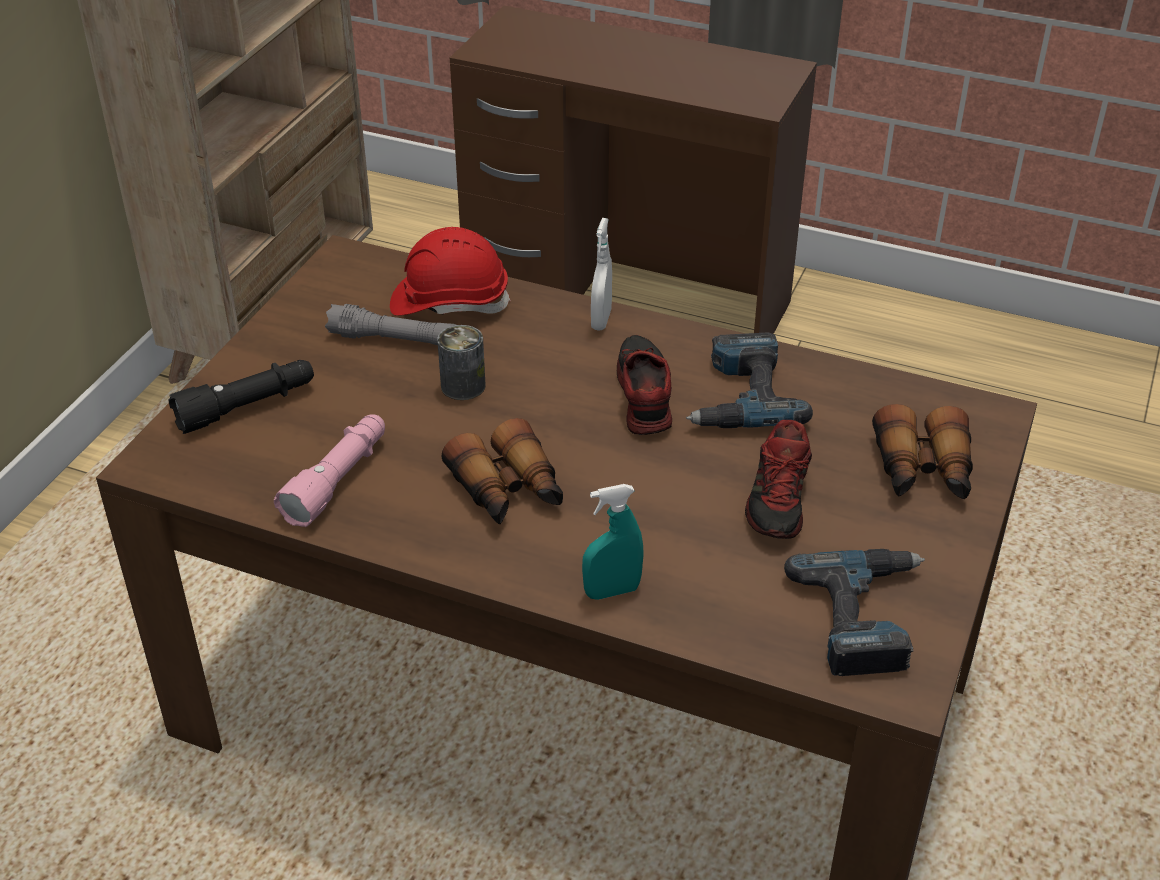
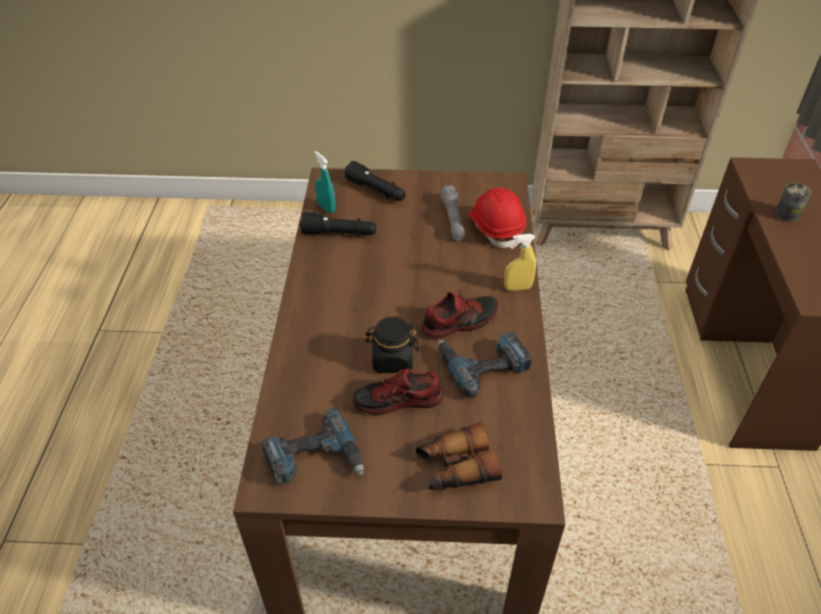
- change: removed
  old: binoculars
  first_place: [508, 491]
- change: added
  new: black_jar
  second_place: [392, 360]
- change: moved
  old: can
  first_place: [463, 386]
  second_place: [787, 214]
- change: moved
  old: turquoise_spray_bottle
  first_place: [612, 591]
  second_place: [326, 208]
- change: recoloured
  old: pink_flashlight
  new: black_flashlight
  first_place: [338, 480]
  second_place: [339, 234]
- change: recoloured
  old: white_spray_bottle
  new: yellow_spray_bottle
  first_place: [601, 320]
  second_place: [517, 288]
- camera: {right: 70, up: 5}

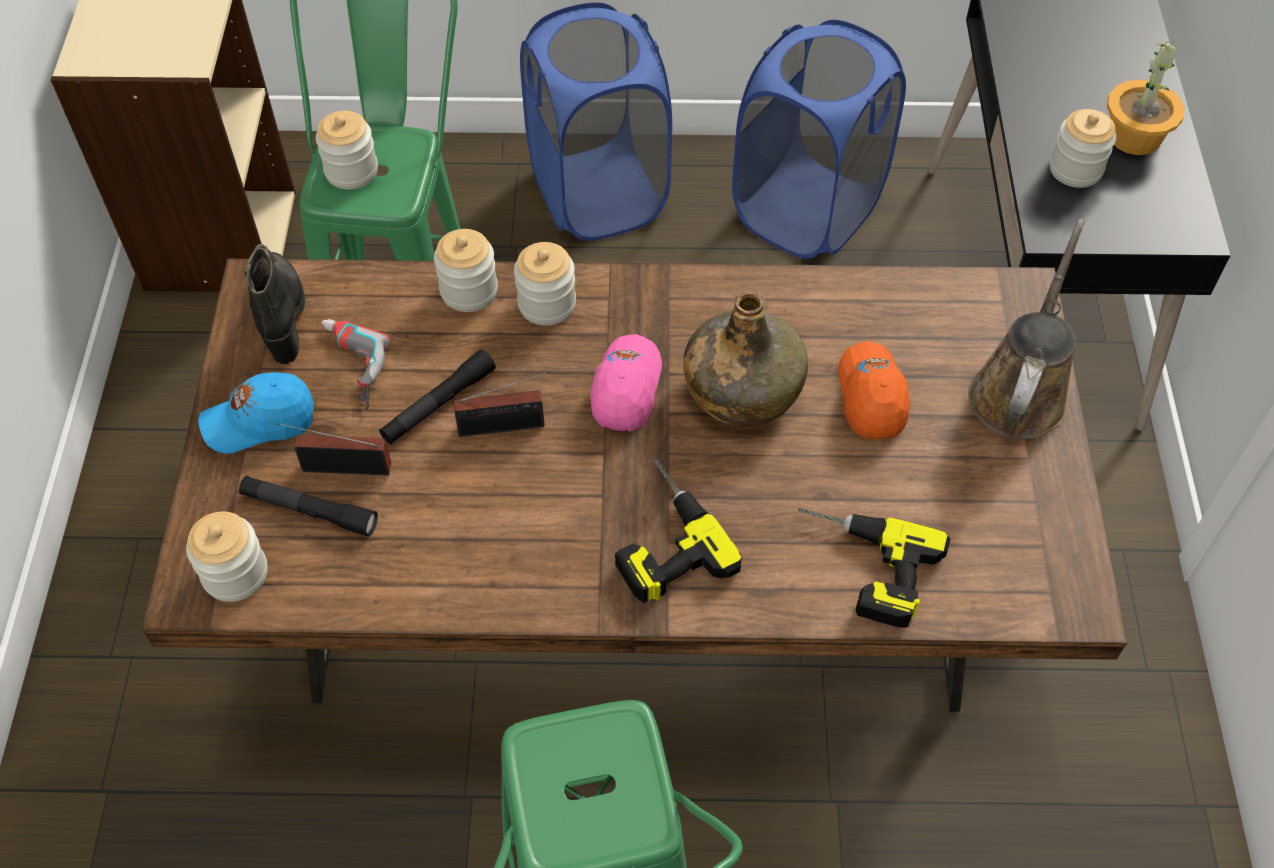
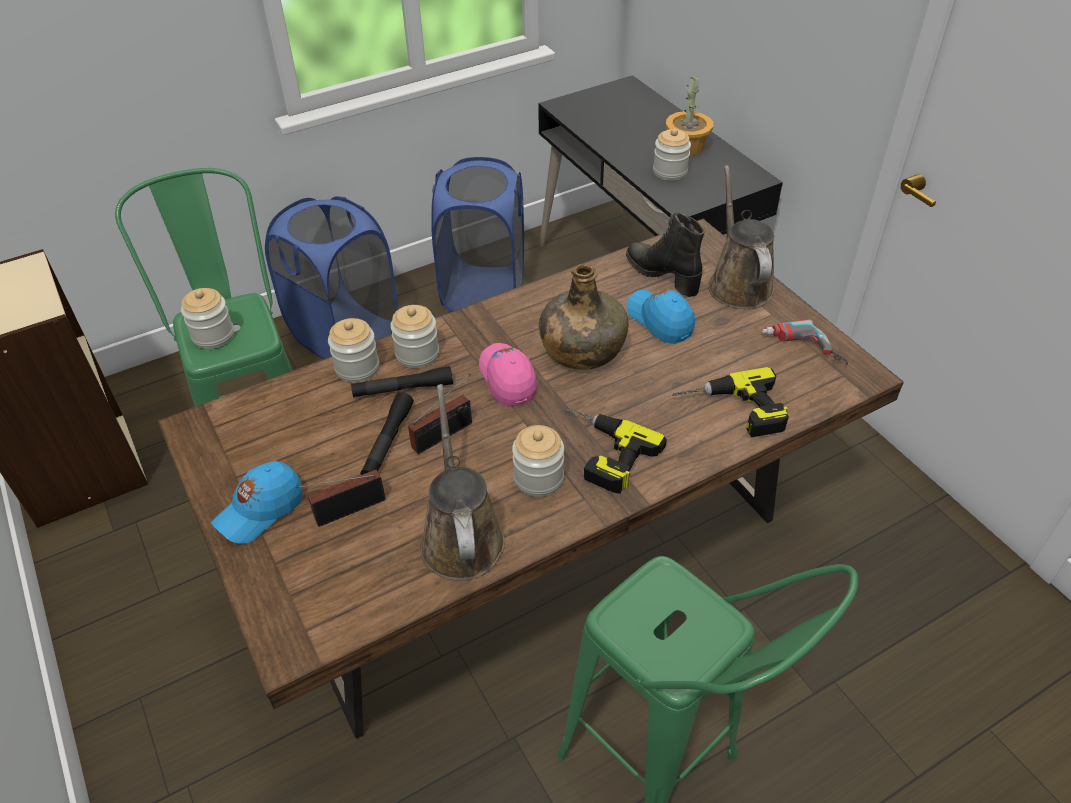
- change: added
  new: brown_watering_can
  second_place: [461, 536]
- change: moved
  old: jar
  first_place: [235, 574]
  second_place: [538, 478]
- change: moved
  old: black_flashlight
  first_place: [309, 511]
  second_place: [403, 389]
- change: moved
  old: black_boot
  first_place: [283, 314]
  second_place: [662, 275]
- change: moved
  old: power_drill
  first_place: [347, 368]
  second_place: [801, 350]
- change: recoloured
  old: orange_cap
  new: blue_cap
  first_place: [872, 396]
  second_place: [660, 320]
- camera: {right: -30, up: -10}

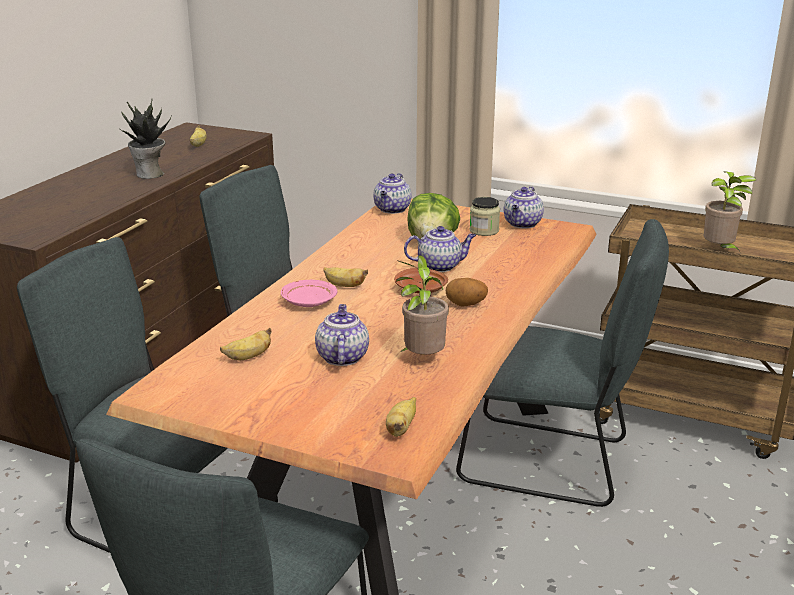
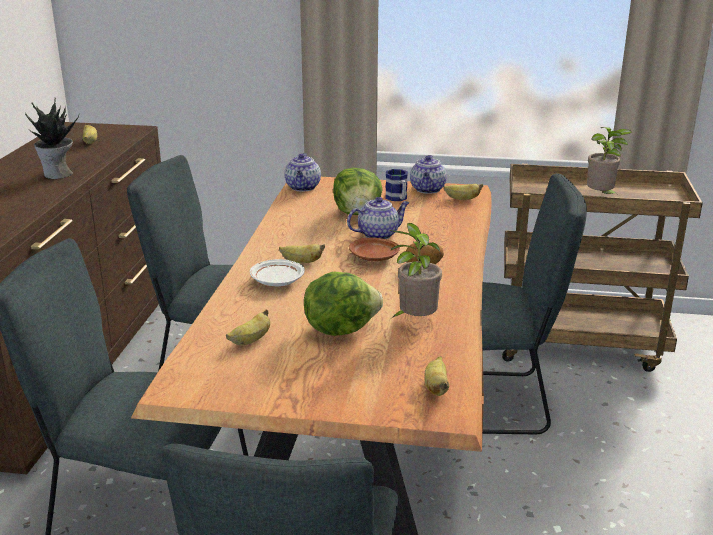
- change: added
  new: banana
  second_place: [462, 199]
- change: replaced
  old: teapot
  new: lettuce
  first_place: [341, 357]
  second_place: [340, 328]
- change: replaced
  old: jar
  new: mug
  first_place: [484, 231]
  second_place: [398, 199]
- change: recoloured
  old: pink_plate
  new: white_plate
  first_place: [308, 302]
  second_place: [276, 281]
- camera: {right: -15, up: 0}

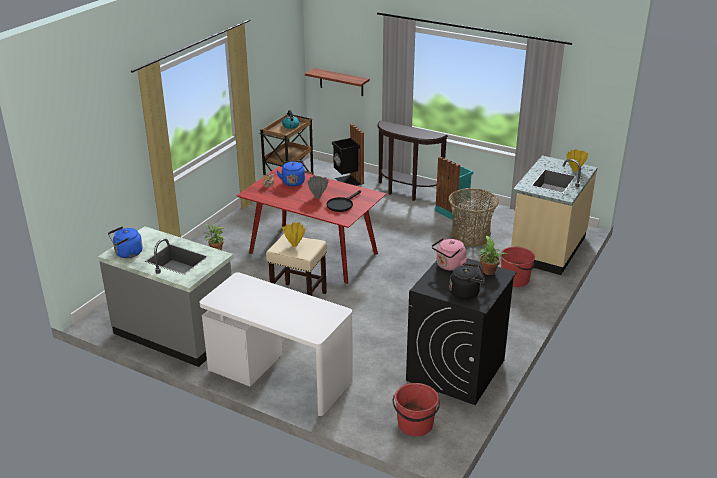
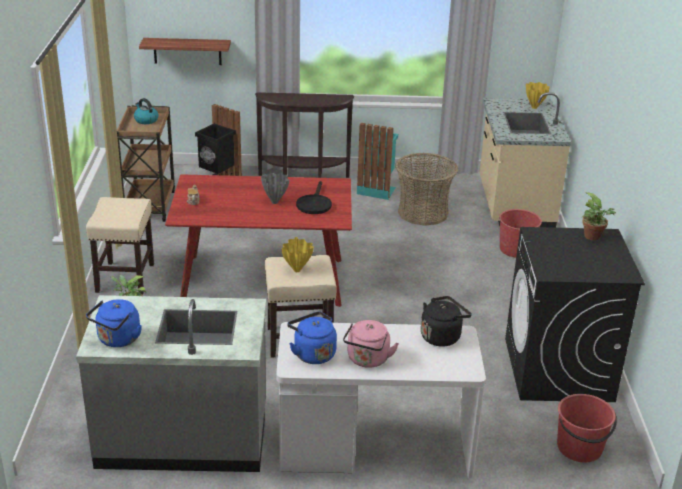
- change: added
  new: beige_stool
  second_place: [125, 277]
- change: moved
  old: blue_kettle
  first_place: [293, 182]
  second_place: [312, 353]
- change: moved
  old: pink_kettle
  first_place: [449, 266]
  second_place: [367, 360]
- change: moved
  old: black_kettle
  first_place: [466, 293]
  second_place: [442, 336]
- camera: {right: -30, up: 0}

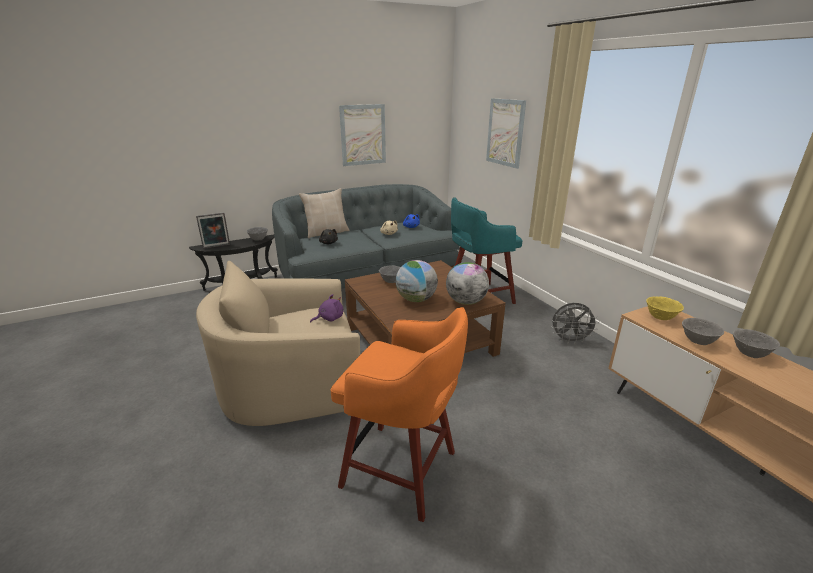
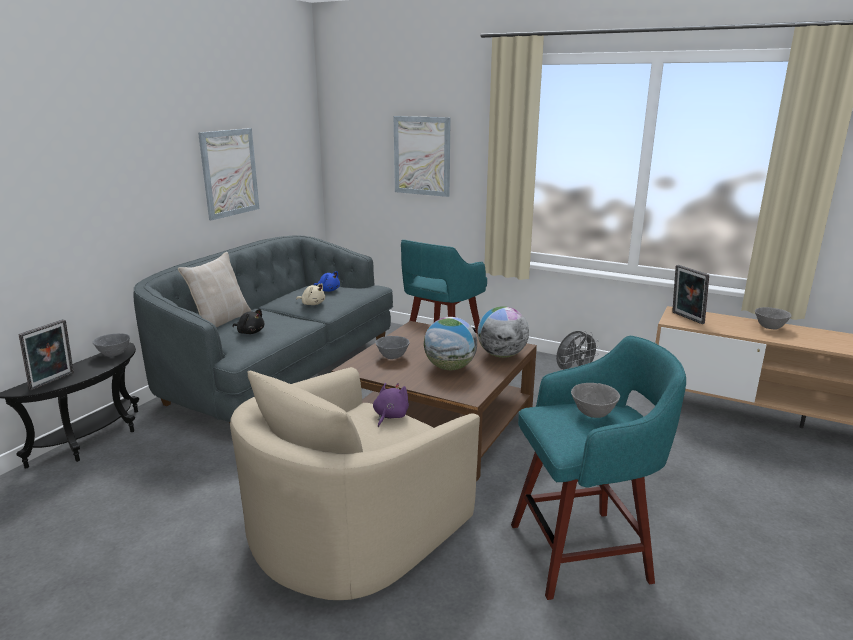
- change: moved
  old: grey_bowl
  first_place: [697, 341]
  second_place: [592, 414]
- change: replaced
  old: yellow_bowl
  new: picture_frame
  first_place: [660, 317]
  second_place: [686, 318]
- change: recoloured
  old: orange_stool
  new: turquoise_stool
  first_place: [402, 470]
  second_place: [583, 552]
- camera: {right: -35, up: -5}

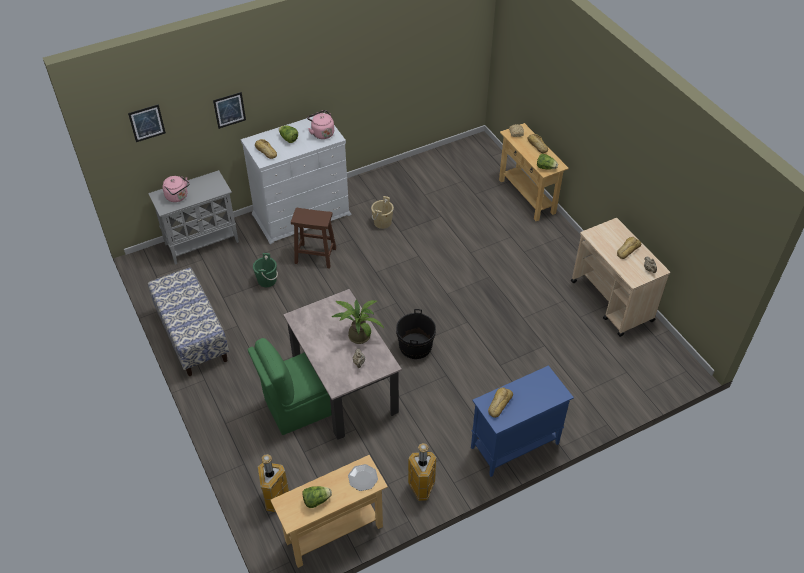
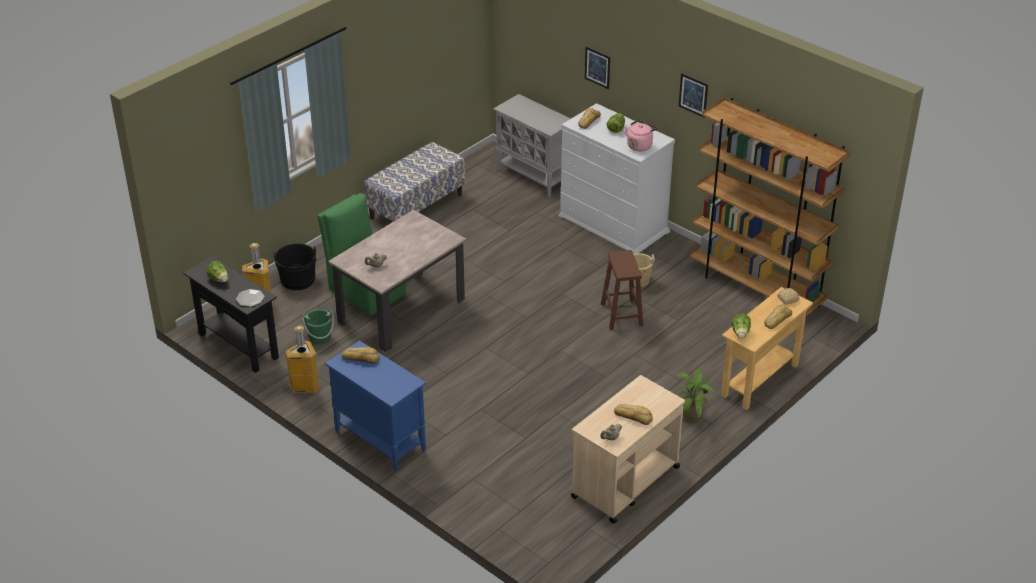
- change: removed
  old: pink_kettle
  first_place: [178, 197]
- change: added
  new: brown_bookcase
  second_place: [755, 289]
- change: moved
  old: picture
  first_place: [147, 123]
  second_place: [693, 95]
- change: moved
  old: green_bucket
  first_place: [267, 280]
  second_place: [320, 337]
- change: moved
  old: brown_stool
  first_place: [316, 255]
  second_place: [622, 315]
- change: moved
  old: potted_plant
  first_place: [357, 334]
  second_place: [691, 412]
- change: moved
  old: black_bucket
  first_place: [415, 346]
  second_place: [298, 280]
- change: recoloured
  old: beige_console_table
  new: black_console_table
  first_place: [334, 533]
  second_place: [238, 346]
- camera: {right: 70, up: -10}

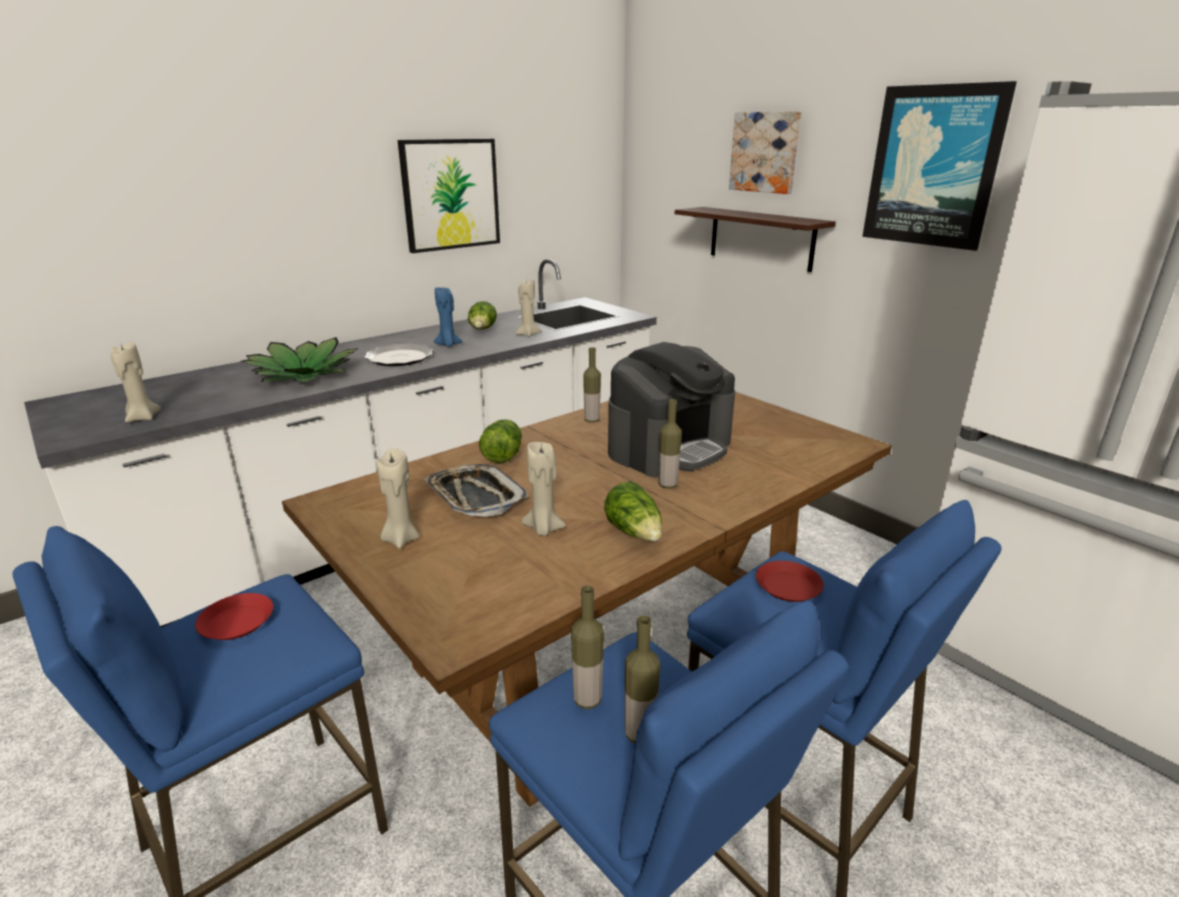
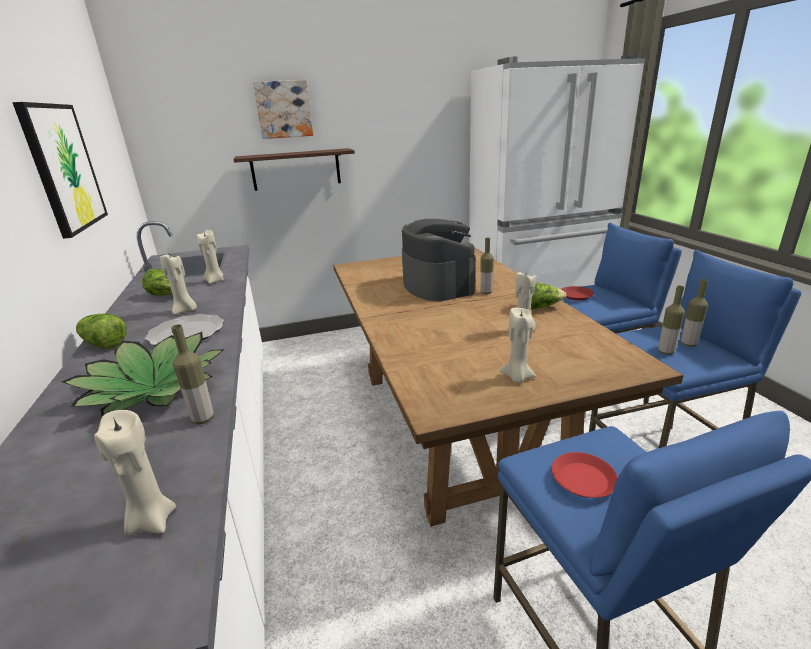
- change: removed
  old: tray
  first_place: [475, 497]
- change: removed
  old: picture
  first_place: [933, 167]
- change: moved
  old: lettuce
  first_place: [502, 454]
  second_place: [104, 344]
- change: moved
  old: bottle
  first_place: [592, 420]
  second_place: [203, 419]
- change: recoloured
  old: blue_candle
  new: beige_candle
  first_place: [448, 345]
  second_place: [185, 311]
- camera: {right: -65, up: 0}

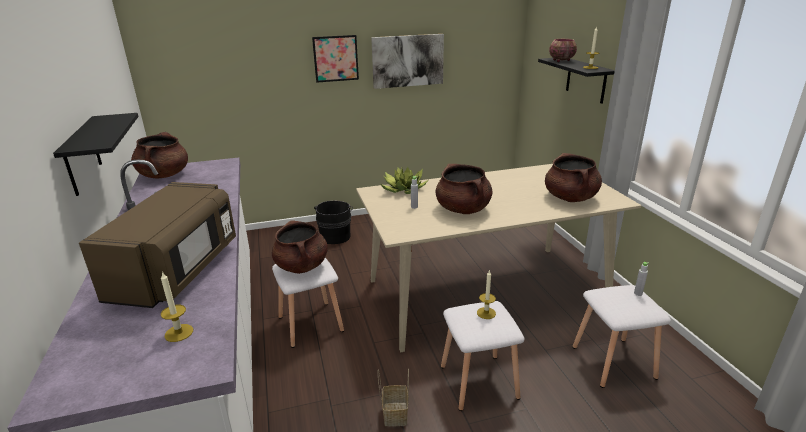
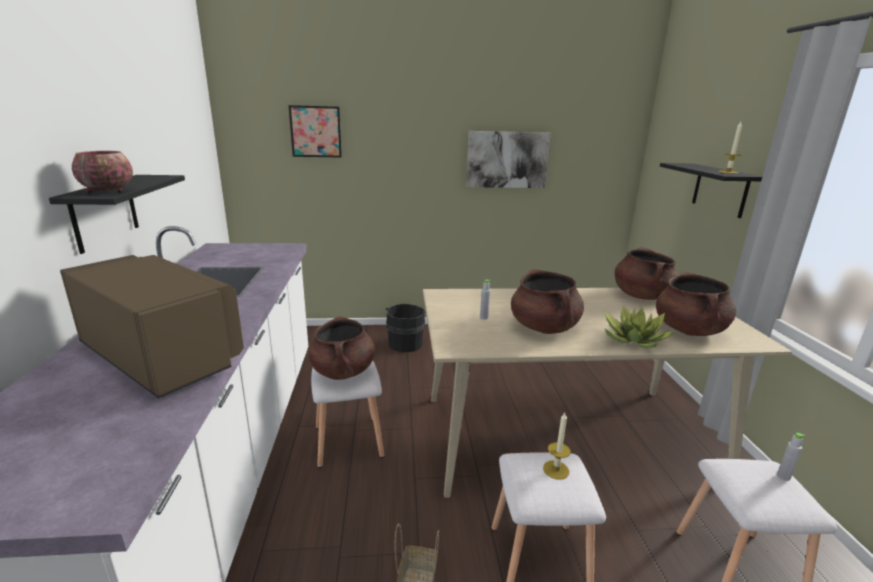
- change: removed
  old: candle
  first_place: [179, 333]
- change: moved
  old: brown_cooking_pot
  first_place: [164, 175]
  second_place: [641, 295]
- change: moved
  old: picture
  first_place: [335, 58]
  second_place: [315, 131]
- change: moved
  old: potted_plant
  first_place: [403, 189]
  second_place: [632, 339]
- change: moved
  old: bowl
  first_place: [560, 61]
  second_place: [107, 191]
- change: turned
  old: brown_microwave
  first_place: [178, 271]
  second_place: [162, 356]
  degrees: -75
- camera: {right: 10, up: -5}

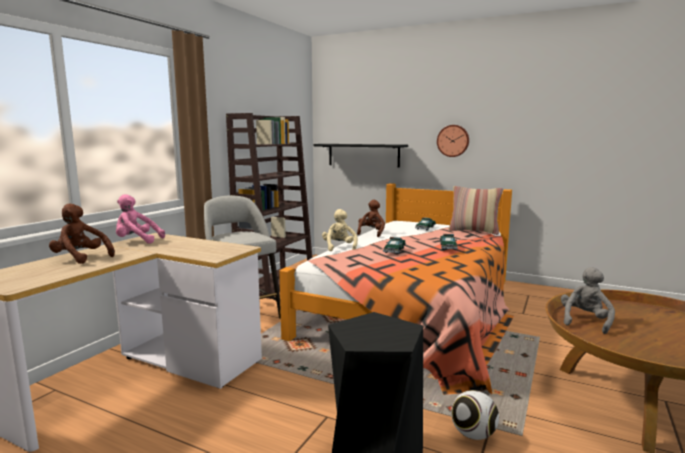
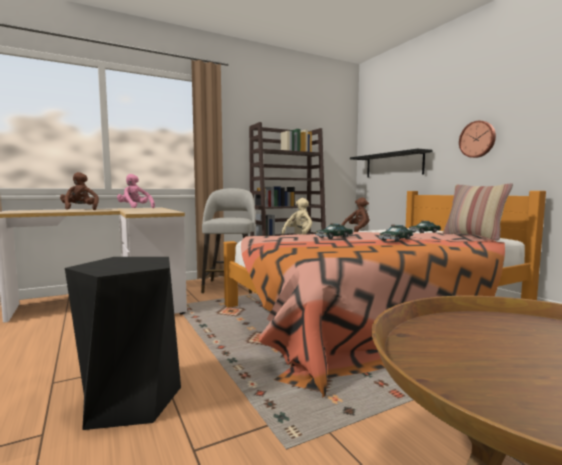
- change: removed
  old: football
  first_place: [473, 435]
- change: removed
  old: grey_plush_toy
  first_place: [585, 321]
- camera: {right: 35, up: -5}

